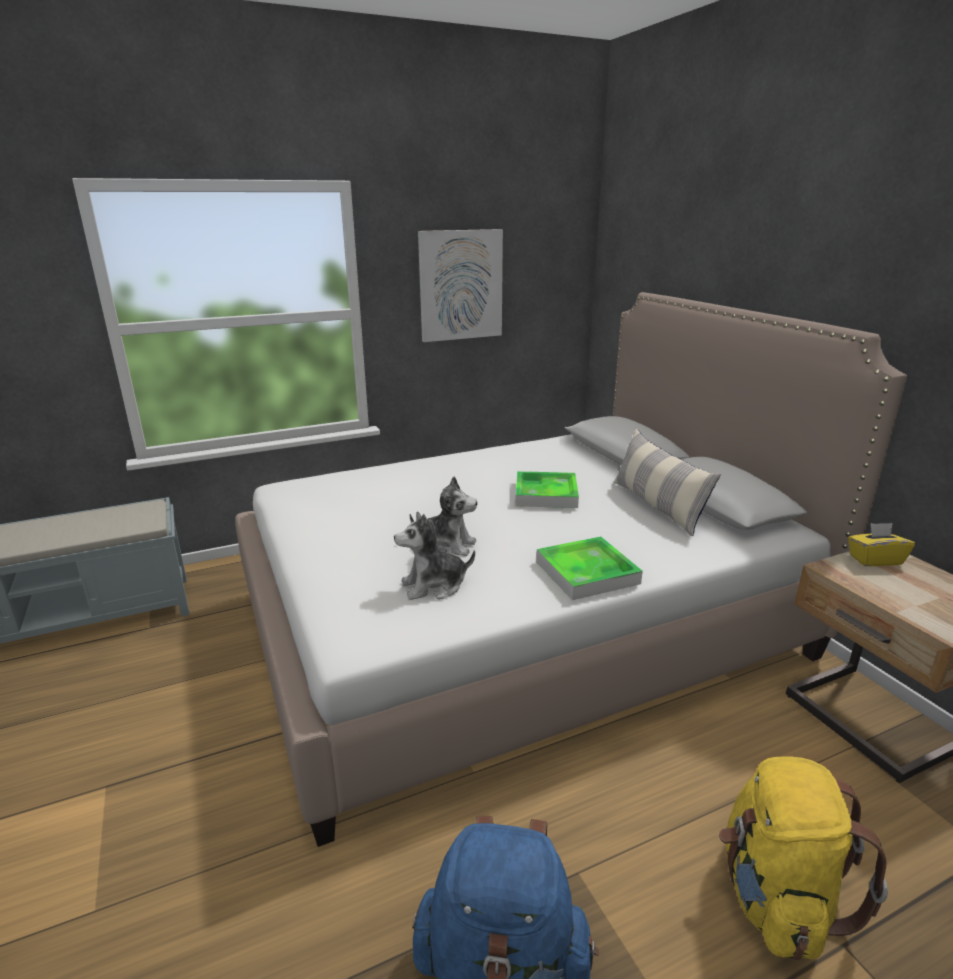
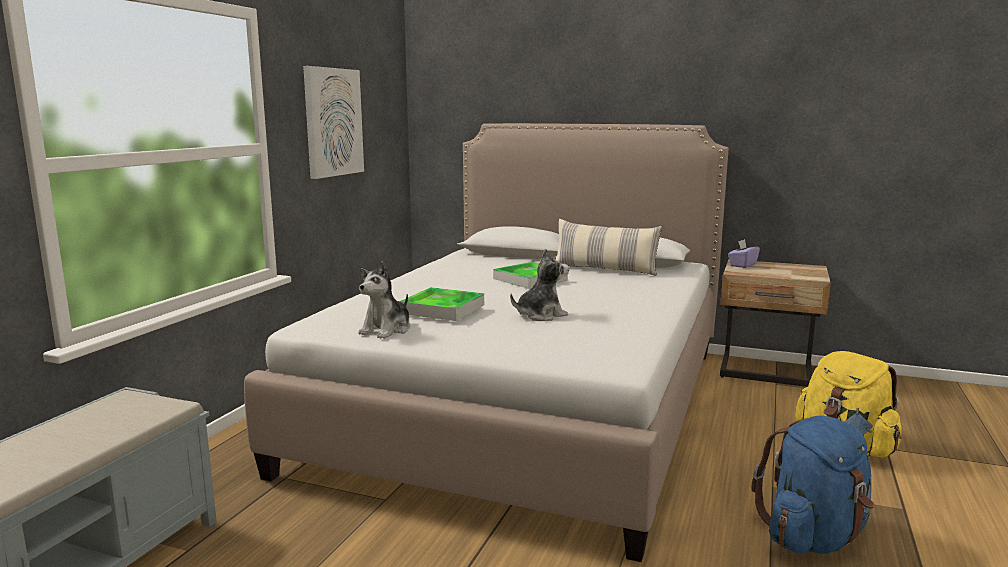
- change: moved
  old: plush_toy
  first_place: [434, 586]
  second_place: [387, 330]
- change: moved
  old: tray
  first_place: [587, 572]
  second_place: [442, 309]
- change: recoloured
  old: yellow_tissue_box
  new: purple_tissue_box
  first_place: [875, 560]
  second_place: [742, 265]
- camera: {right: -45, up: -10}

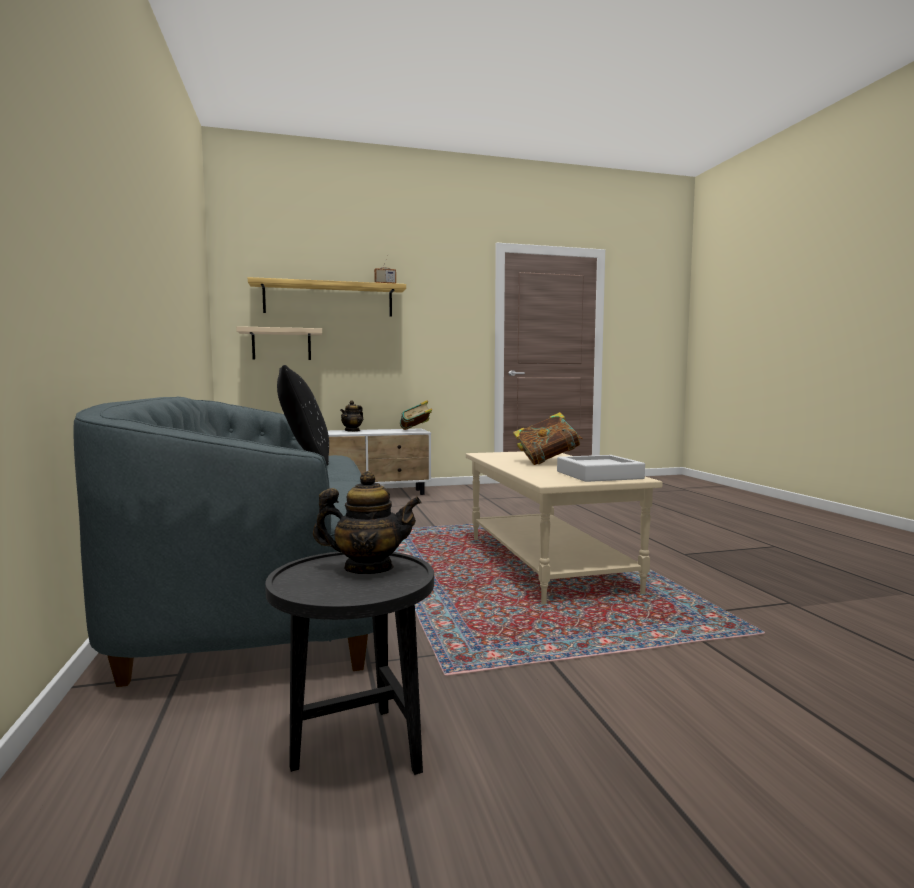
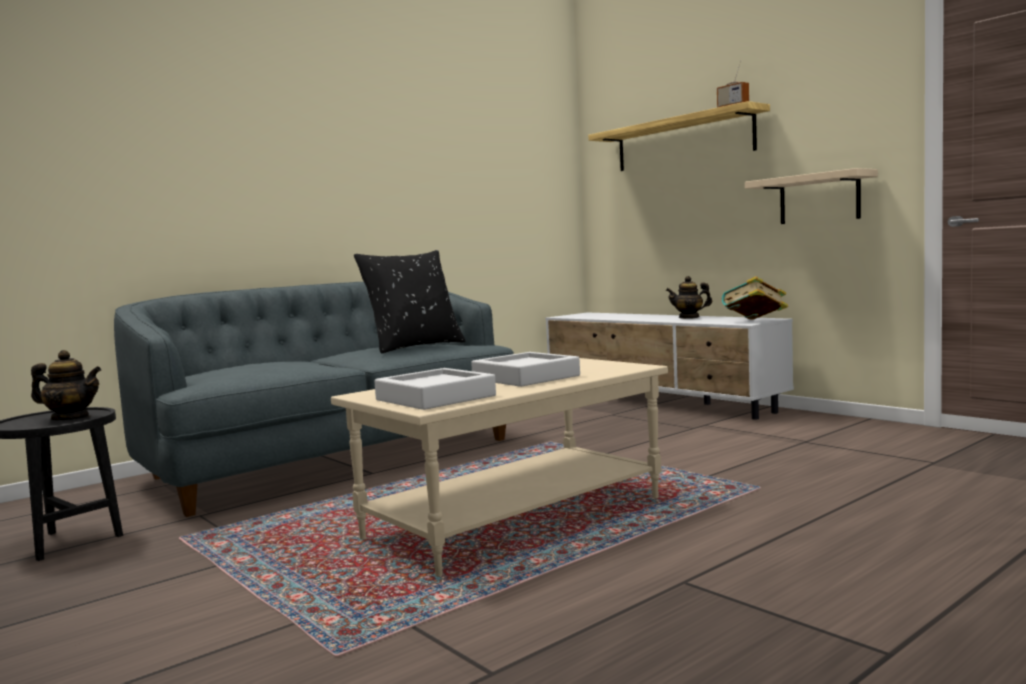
- change: moved
  old: beige_shelf
  first_place: [281, 344]
  second_place: [819, 198]
- change: replaced
  old: book
  new: grey_tray
  first_place: [547, 462]
  second_place: [525, 377]
- change: turned
  old: teapot
  first_place: [368, 568]
  second_place: [71, 418]
  degrees: -60
- camera: {right: 65, up: 0}

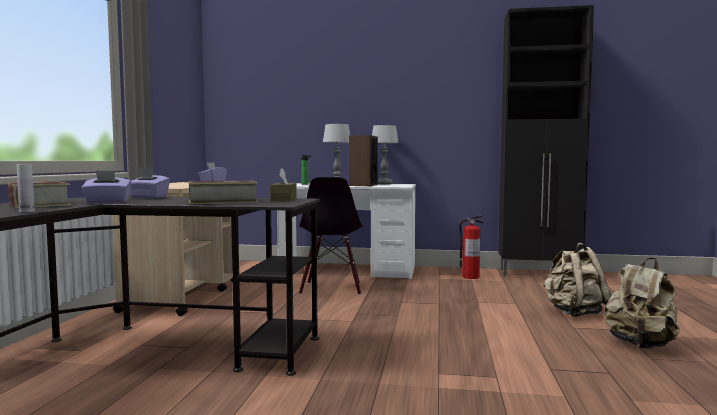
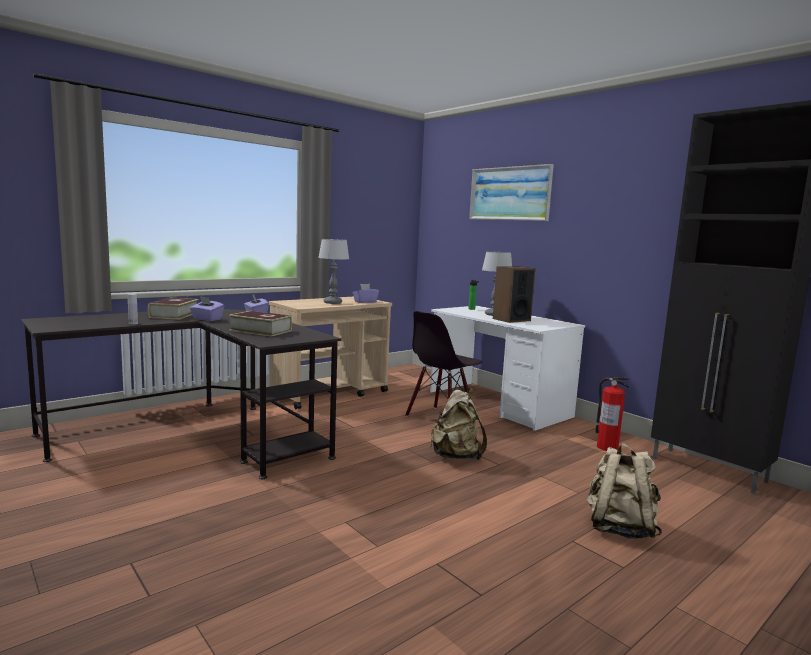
- change: removed
  old: brown_tissue_box
  first_place: [283, 199]
- change: added
  new: picture
  second_place: [509, 194]
- change: moved
  old: table_lamp
  first_place: [384, 184]
  second_place: [333, 303]
- change: moved
  old: beige_backpack
  first_place: [640, 345]
  second_place: [456, 456]
- camera: {right: 40, up: 5}

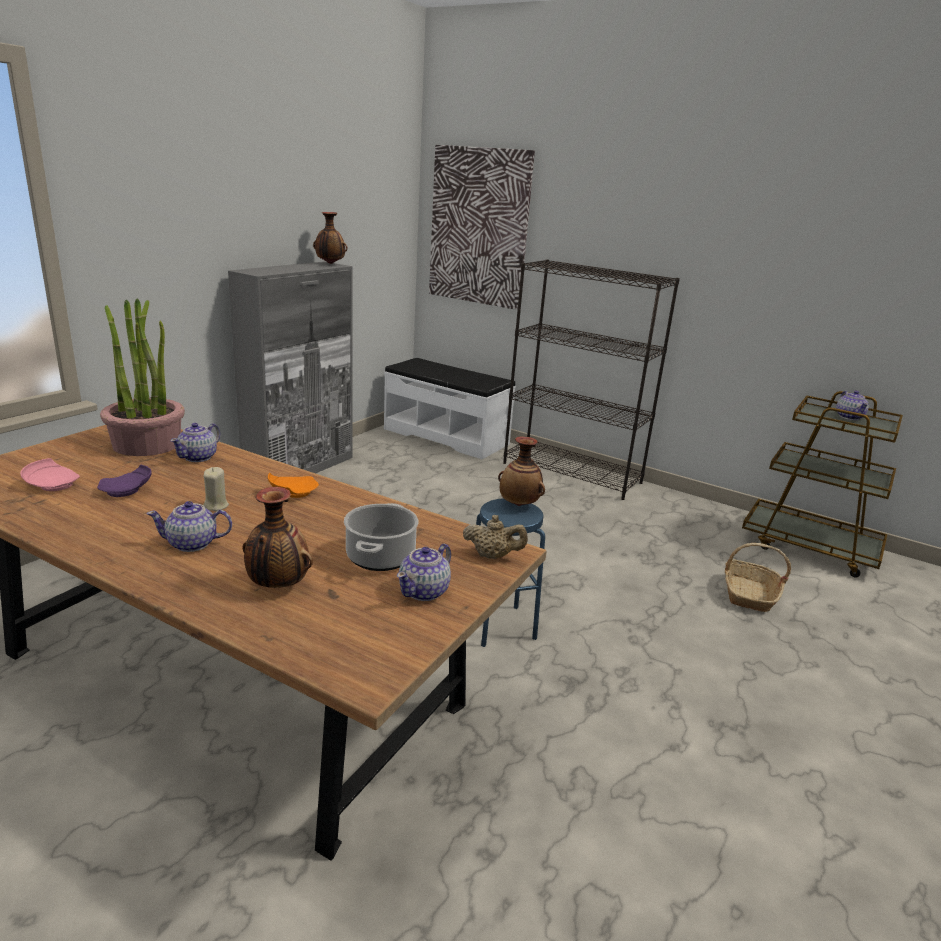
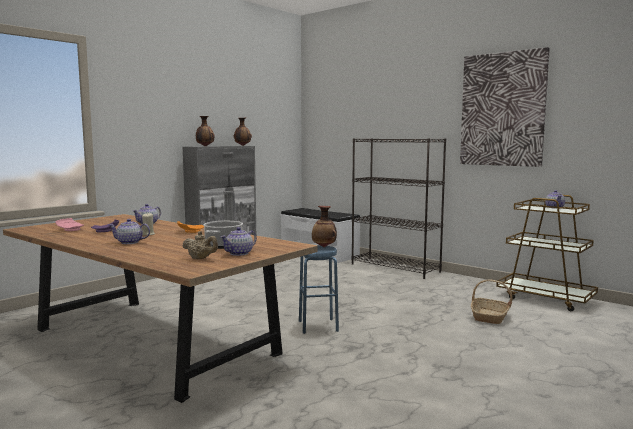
- change: removed
  old: potted_plant
  first_place: [147, 443]
- change: moved
  old: vase
  first_place: [277, 585]
  second_place: [205, 146]
- change: moved
  old: picture
  first_place: [479, 227]
  second_place: [502, 109]
- change: moved
  old: beige_teapot
  first_place: [493, 556]
  second_place: [201, 258]
- camera: {right: 10, up: -15}

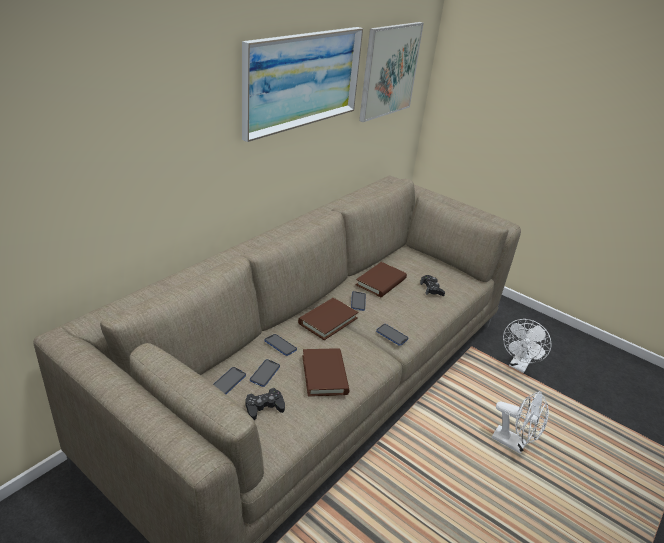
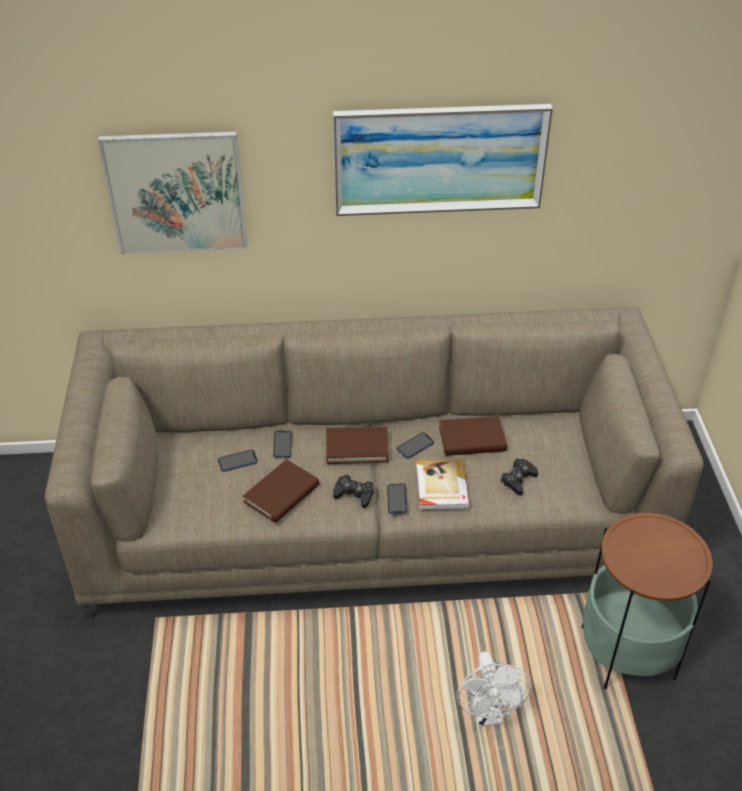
- change: removed
  old: phone
  first_place: [229, 381]
- change: added
  new: book
  second_place: [441, 487]
- change: moved
  old: black_game_controller
  first_place: [264, 407]
  second_place: [354, 494]
- change: moved
  old: picture
  first_place: [389, 70]
  second_place: [176, 193]
- change: replaced
  old: white_fan
  new: side_table
  first_place: [519, 366]
  second_place: [627, 653]
- camera: {right: 50, up: 10}

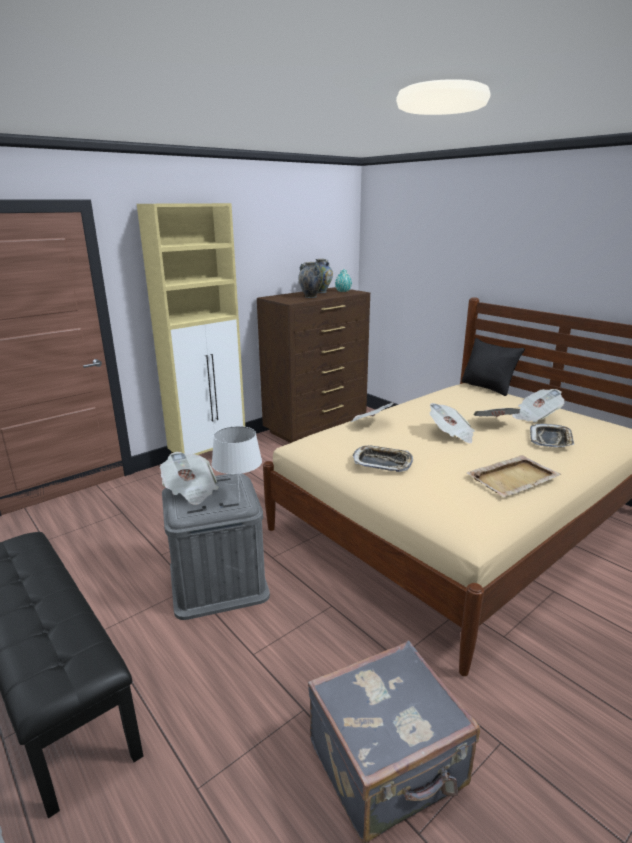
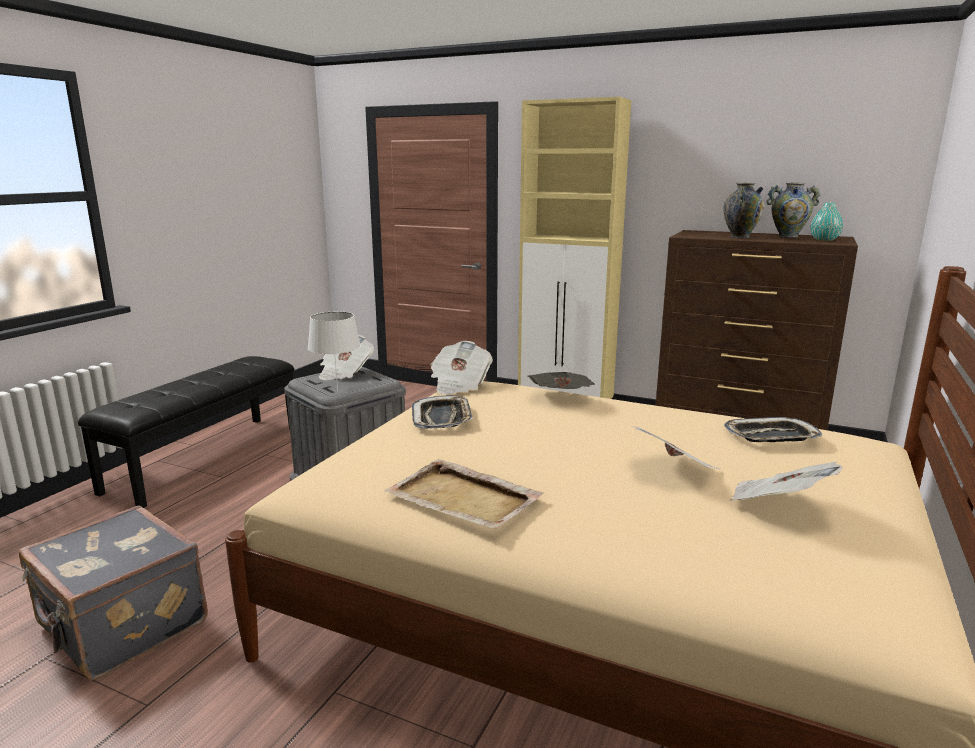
- change: removed
  old: black_pillow
  first_place: [488, 387]
- change: moved
  old: newspaper
  first_place: [451, 435]
  second_place: [459, 384]
- change: moved
  old: tray
  first_place: [551, 440]
  second_place: [771, 437]
- camera: {right: 65, up: -5}

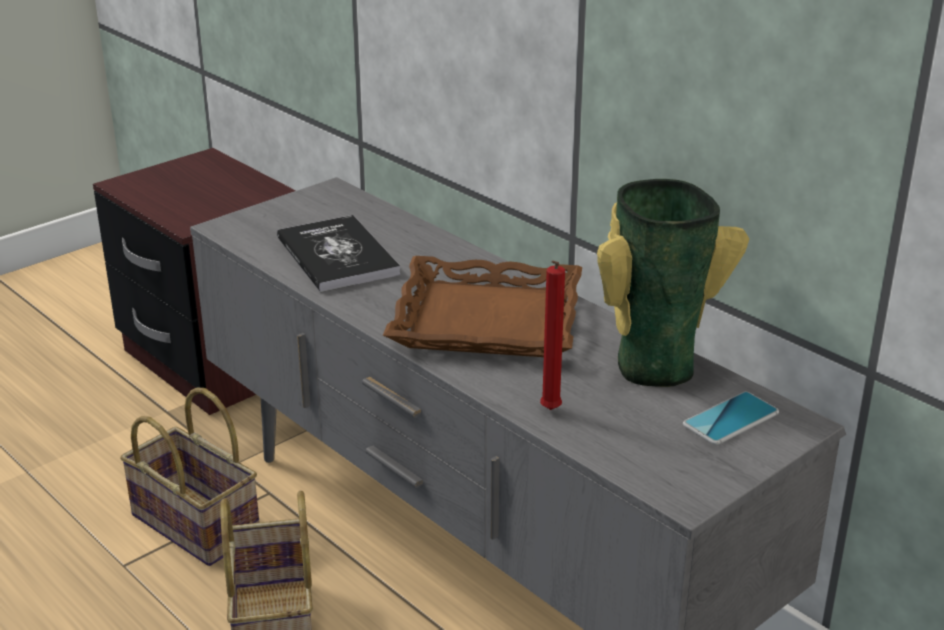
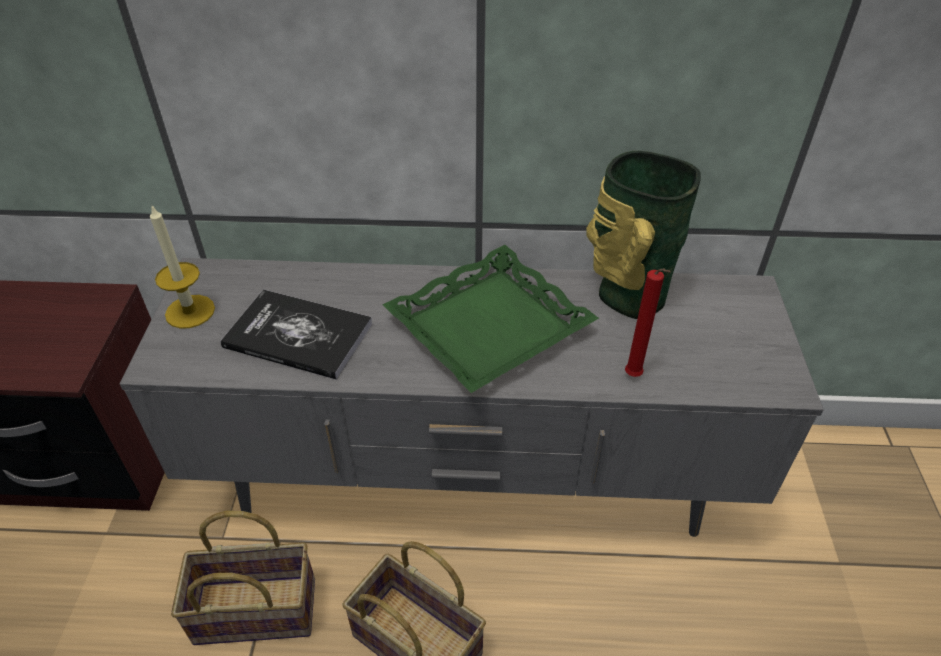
- change: removed
  old: phone
  first_place: [730, 419]
- change: added
  new: candle
  second_place: [190, 311]
- change: recoloured
  old: brown_tray
  new: green_tray
  first_place: [487, 319]
  second_place: [488, 325]
- camera: {right: -45, up: 15}

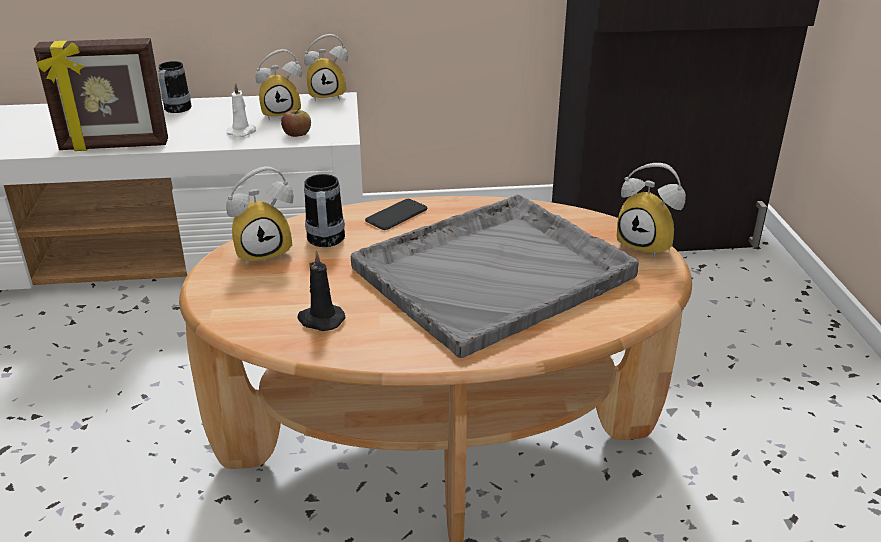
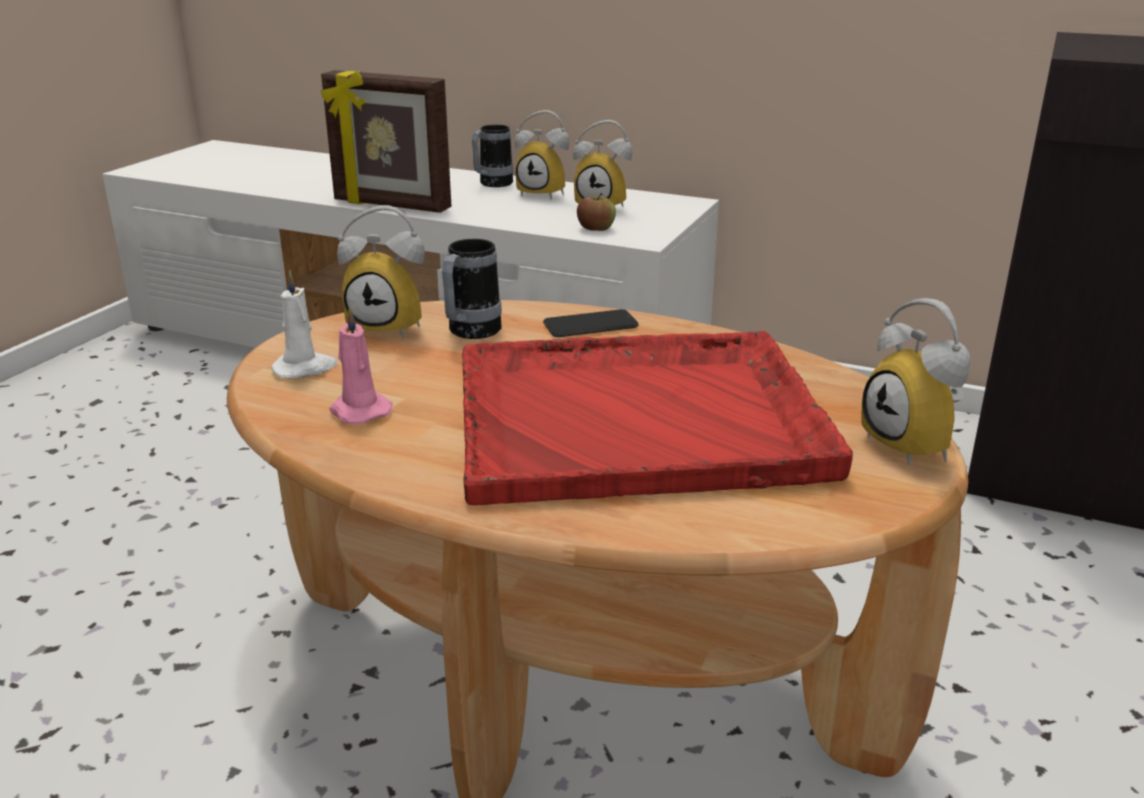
- change: moved
  old: white_candle
  first_place: [242, 132]
  second_place: [305, 368]
- change: moved
  old: alarm_clock
  first_place: [328, 95]
  second_place: [545, 193]
- change: recoloured
  old: black_candle
  new: pink_candle
  first_place: [320, 320]
  second_place: [358, 411]
- change: recoloured
  old: grey_tray
  new: red_tray
  first_place: [495, 272]
  second_place: [641, 419]
- camera: {right: 30, up: -5}

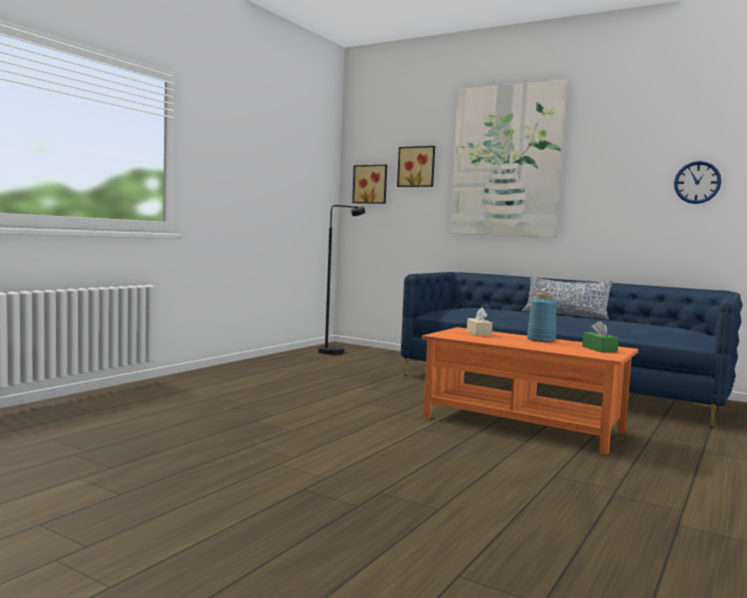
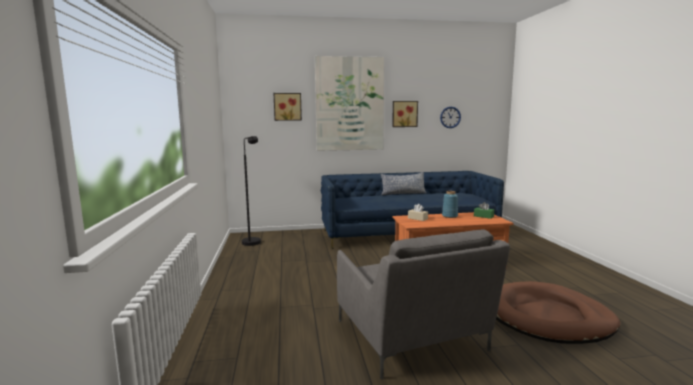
- change: added
  new: grey_armchair
  second_place: [412, 338]
- change: added
  new: brown_dog_bed
  second_place: [547, 317]
- change: moved
  old: picture
  first_place: [371, 184]
  second_place: [404, 114]
- camera: {right: -40, up: 5}

